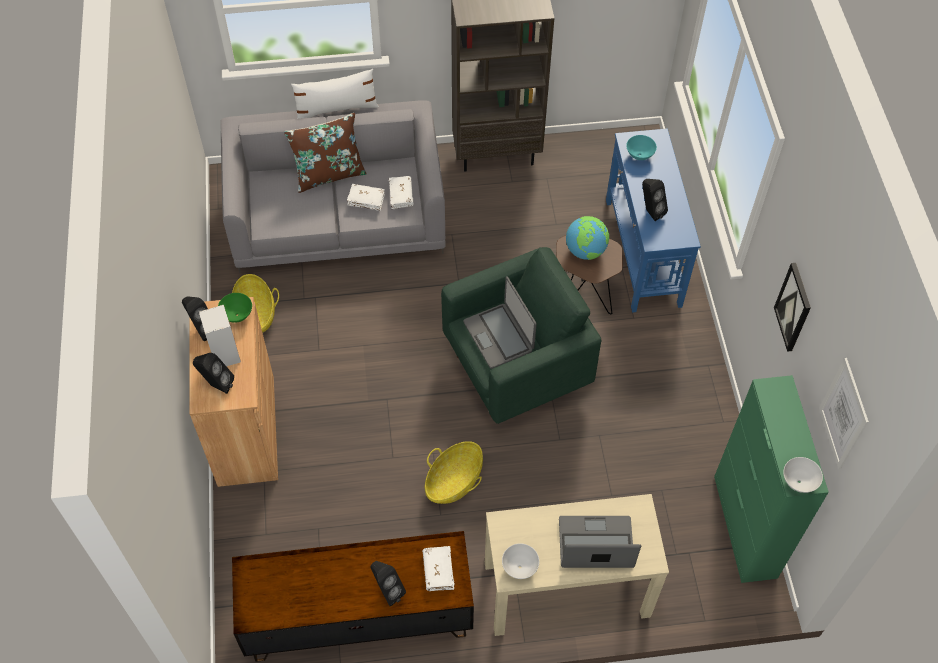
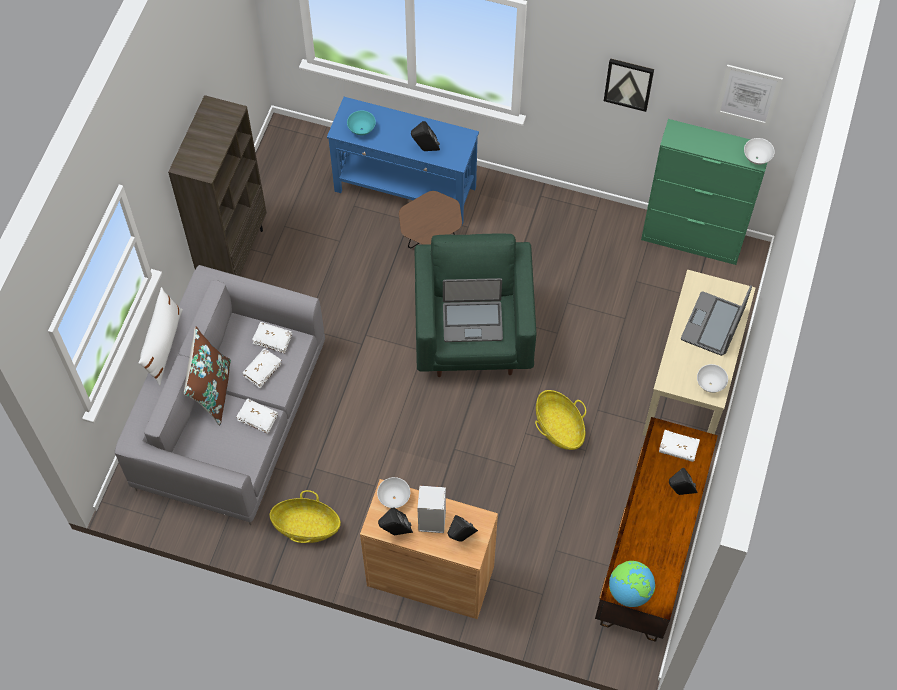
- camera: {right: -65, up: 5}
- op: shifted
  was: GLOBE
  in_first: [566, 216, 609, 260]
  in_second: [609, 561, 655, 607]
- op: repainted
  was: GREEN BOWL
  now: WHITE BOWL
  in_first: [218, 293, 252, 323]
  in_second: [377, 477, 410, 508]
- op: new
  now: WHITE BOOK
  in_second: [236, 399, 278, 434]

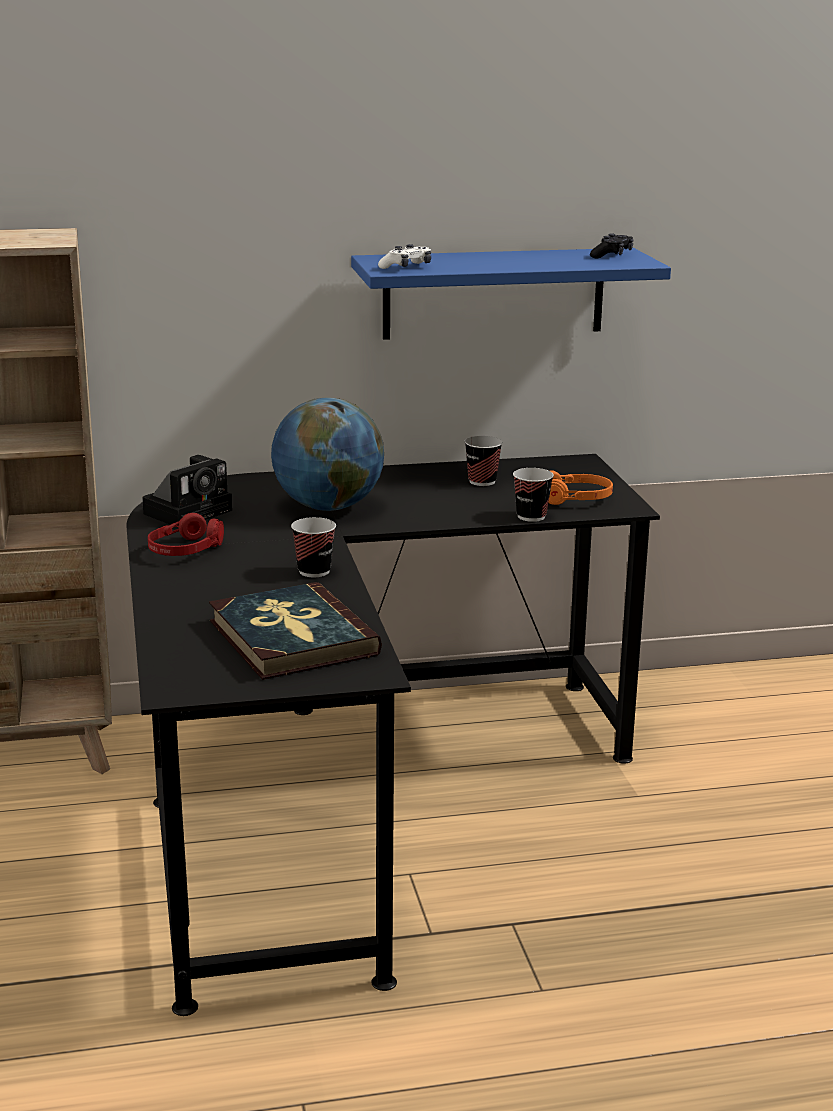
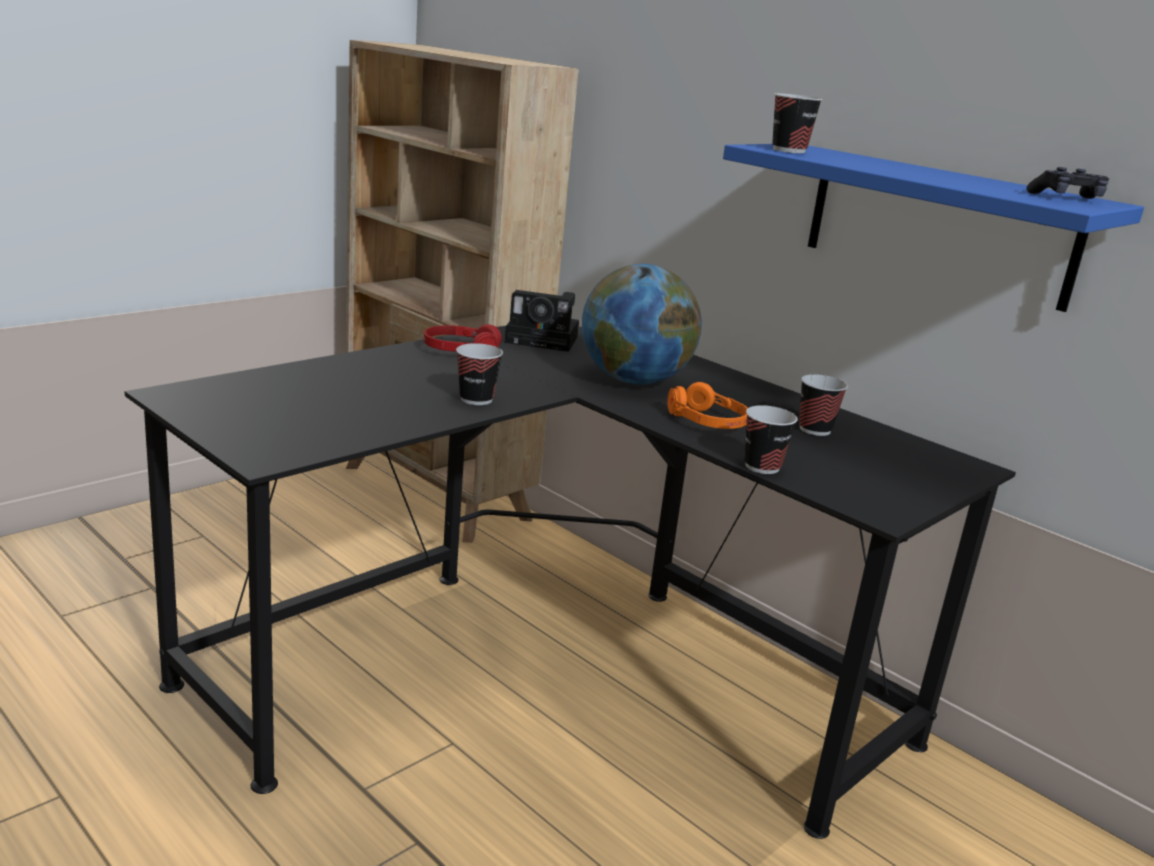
- camera: {right: 55, up: 0}
- op: swapped
  was: WHITE GAME CONTROLLER
  now: CUP
  in_first: [378, 244, 431, 269]
  in_second: [772, 93, 822, 153]
- op: shifted
  was: ORANGE HEADPHONES
  in_first: [548, 470, 613, 505]
  in_second: [667, 382, 748, 429]
- op: gone
  was: BOOK
  in_first: [209, 582, 382, 680]

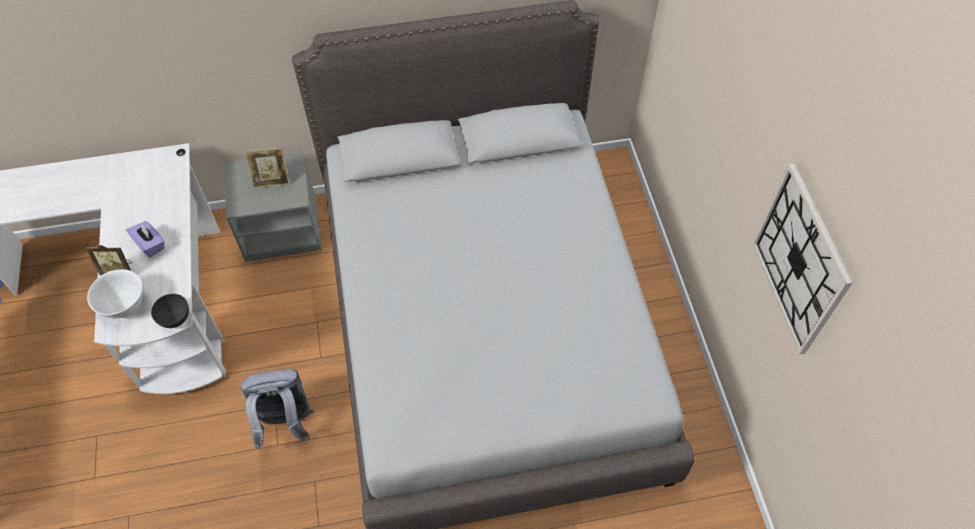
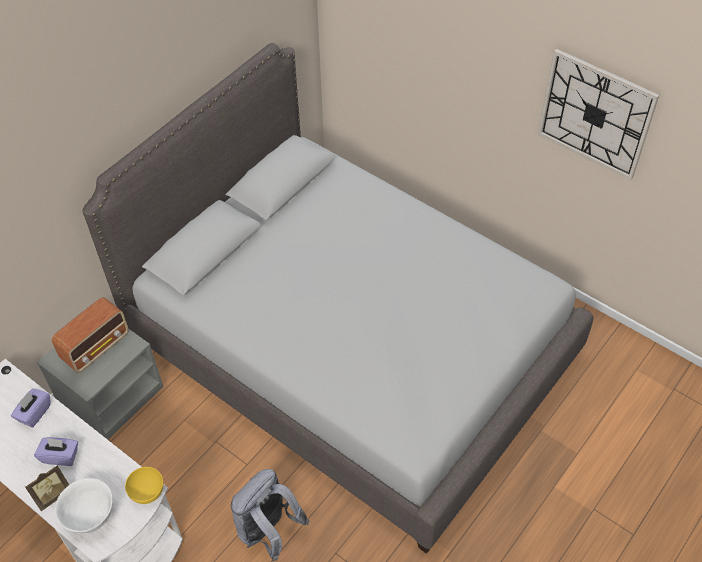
- camera: {right: -40, up: -5}
- op: swapped
  was: PICTURE FRAME
  now: RADIO
  in_first: [244, 147, 290, 188]
  in_second: [52, 297, 129, 373]
- op: repainted
  was: GREY BOWL
  now: YELLOW BOWL
  in_first: [151, 294, 189, 328]
  in_second: [125, 467, 163, 504]
- op: new
  now: PURPLE TISSUE BOX
  in_second: [11, 388, 51, 428]

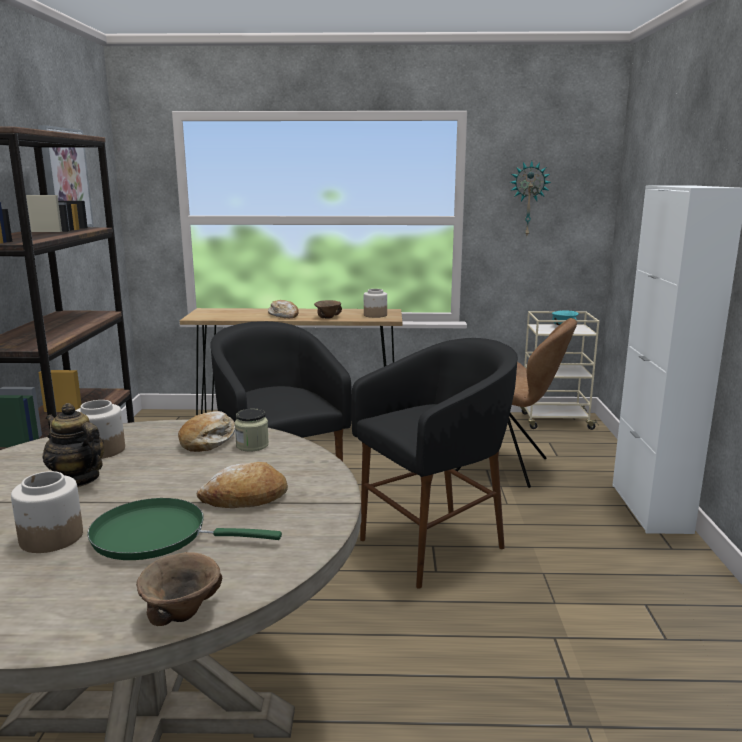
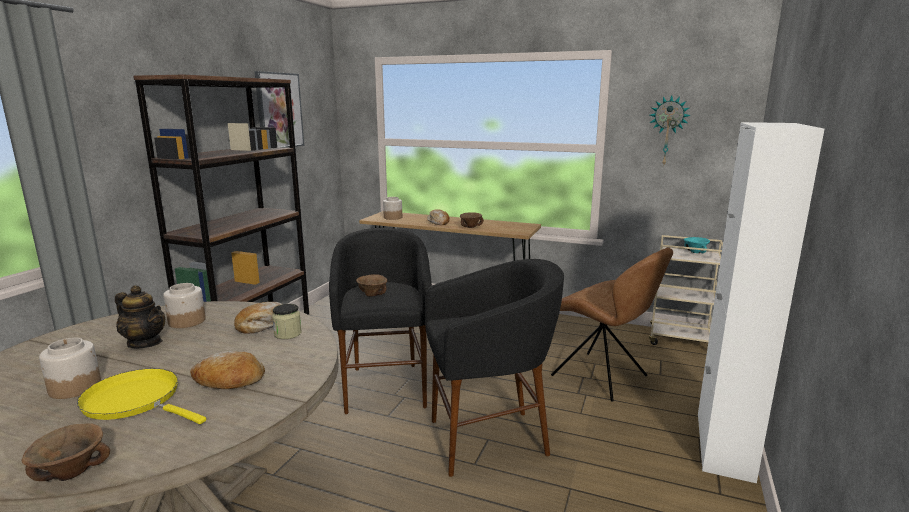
- camera: {right: 20, up: 0}
- op: shifted
  was: JAR
  in_first: [364, 289, 387, 318]
  in_second: [383, 197, 402, 220]
- op: rotated
  was: TEAPOT
  in_first: [43, 403, 104, 487]
  in_second: [115, 285, 165, 348]
  clockwise: 150
- op: repainted
  was: GREEN FRYING PAN
  now: YELLOW FRYING PAN
  in_first: [87, 498, 282, 560]
  in_second: [77, 369, 206, 424]
- op: new
  now: BROWN BOWL
  in_second: [356, 274, 387, 297]

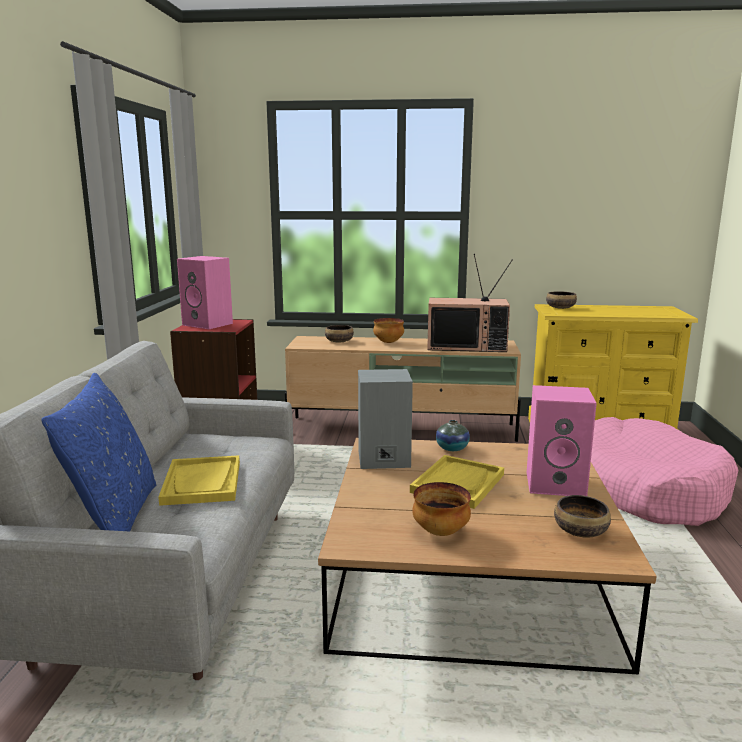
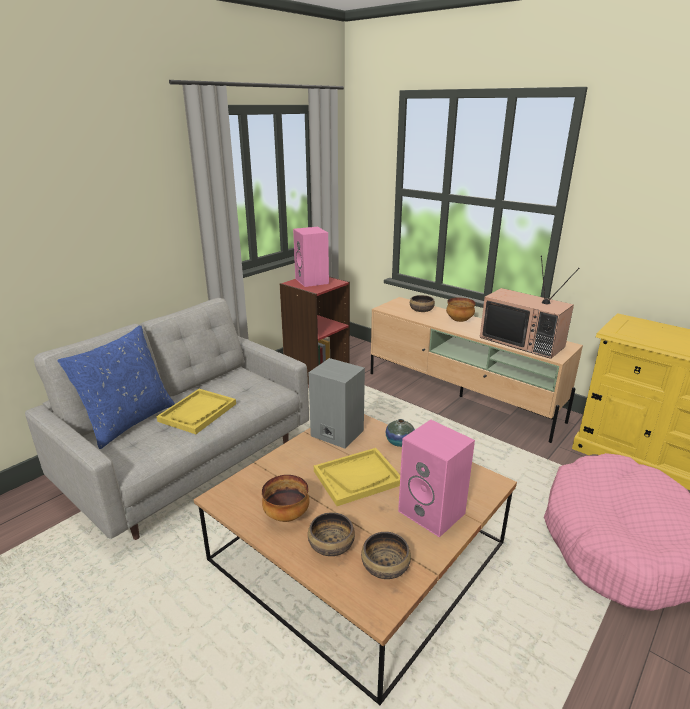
- camera: {right: 35, up: 10}
- op: shifted
  was: BOWL
  in_first: [546, 291, 577, 309]
  in_second: [308, 513, 355, 556]

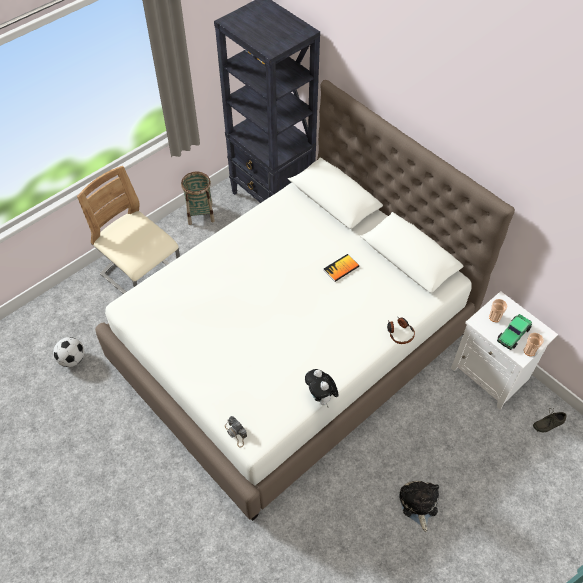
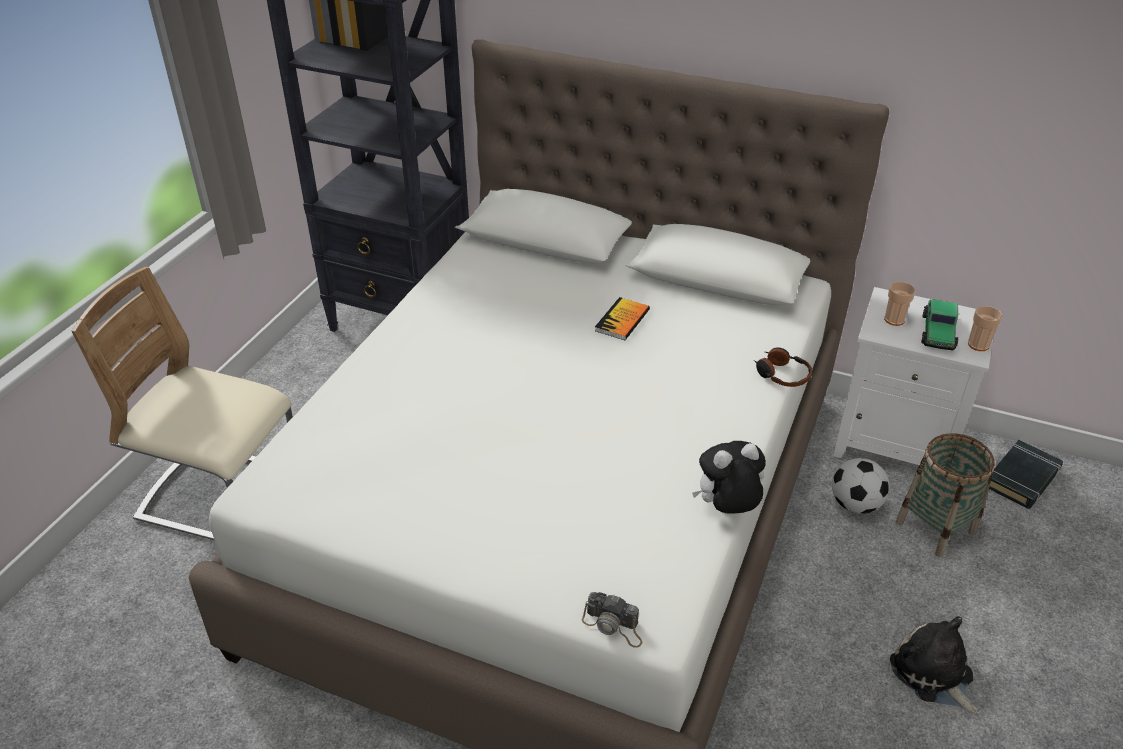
- camera: {right: -25, up: -15}
- op: shifted
  was: BASKET
  in_first: [181, 172, 215, 225]
  in_second: [896, 433, 995, 557]
- op: shifted
  was: FOOTBALL
  in_first: [53, 337, 84, 367]
  in_second: [832, 458, 890, 514]
- op: rotated
  was: PLUSH TOY
  in_first: [305, 369, 339, 407]
  in_second: [692, 441, 766, 514]
  clockwise: 120
- op: swapped
  was: GREY SHOE
  now: BLACK BOOK
  in_first: [533, 408, 566, 432]
  in_second: [989, 440, 1063, 509]

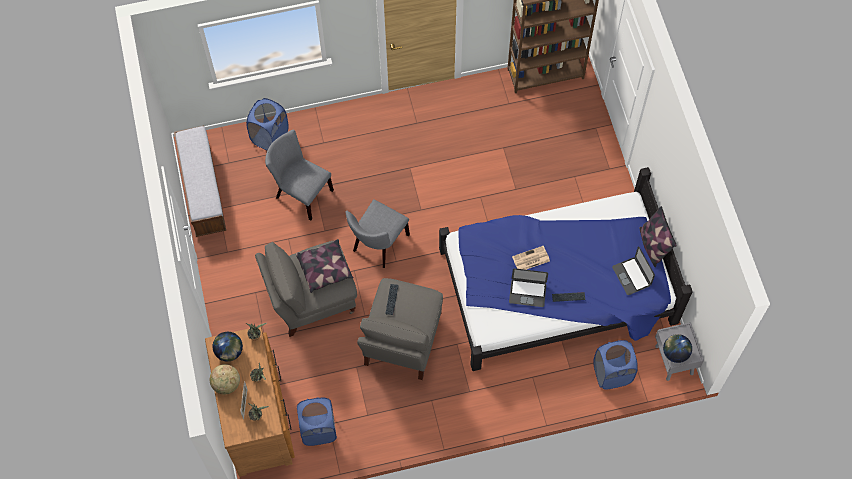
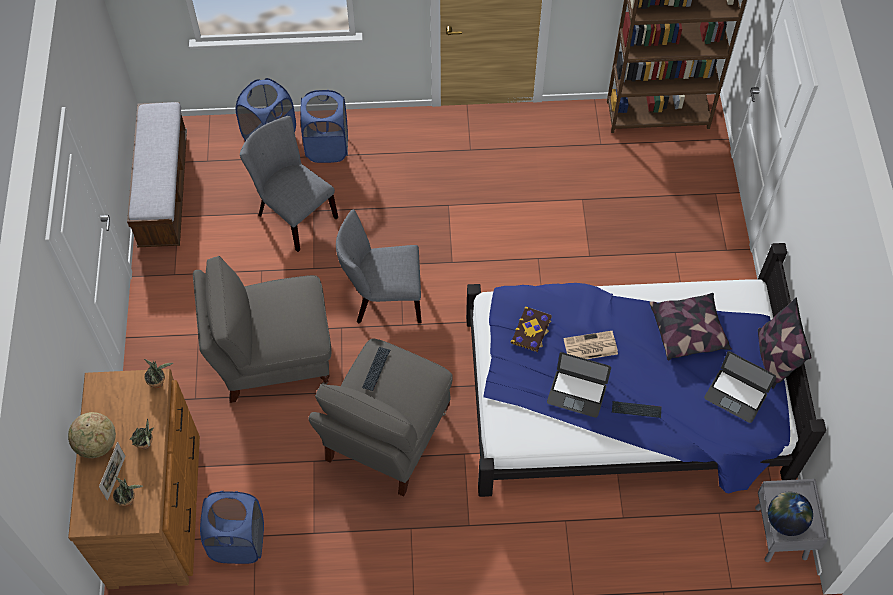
- camera: {right: 10, up: -5}
- op: rotated
  was: GREY CHAIR
  in_first: [346, 199, 410, 268]
  in_second: [336, 209, 422, 324]
  clockwise: 45
- op: shifted
  was: PILLOW
  in_first: [295, 239, 353, 293]
  in_second: [650, 293, 732, 361]
- op: rotated
  was: LAPTOP
  in_first: [612, 246, 655, 295]
  in_second: [704, 351, 776, 423]
  clockwise: -45
- op: gone
  was: GLOBE
  in_first: [212, 332, 243, 362]
- op: shifted
  was: BLUE LAUNDRY BASKET
  in_first: [594, 340, 638, 390]
  in_second: [300, 90, 348, 163]
- op: new
  now: BOOK
  in_second: [511, 307, 552, 352]

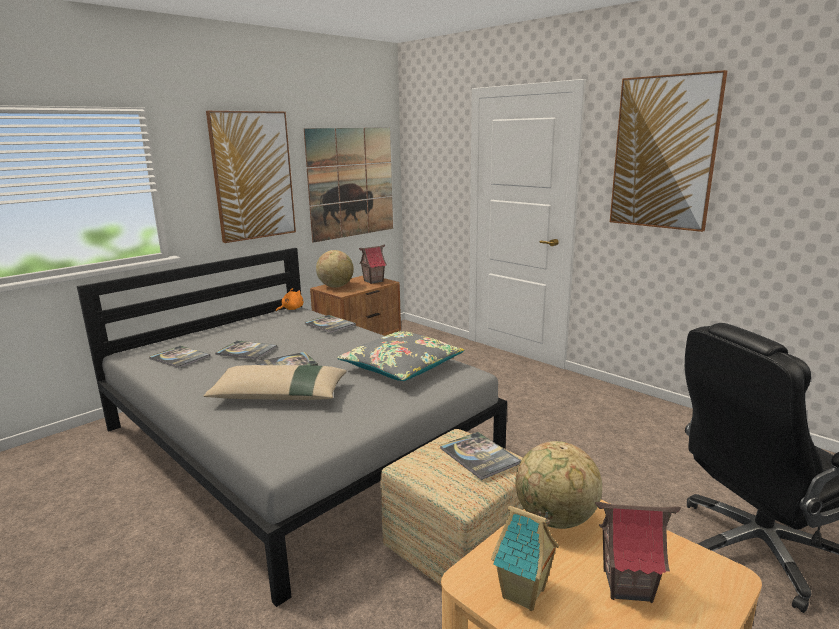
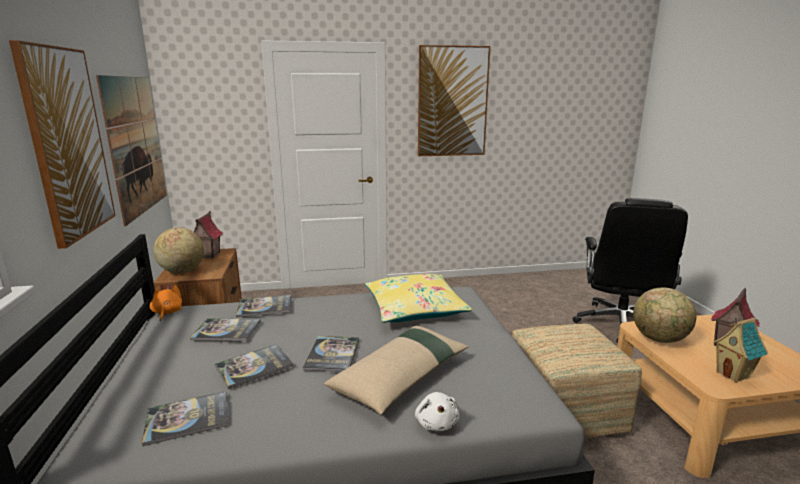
- camera: {right: -55, up: 0}
- op: repainted
  was: GREY PILLOW
  now: YELLOW PILLOW
  in_first: [337, 331, 464, 381]
  in_second: [365, 274, 472, 323]
- op: shifted
  was: BOOK
  in_first: [440, 432, 521, 480]
  in_second: [190, 318, 261, 341]
- op: new
  now: WHITE PLUSH TOY
  in_second: [415, 392, 459, 431]

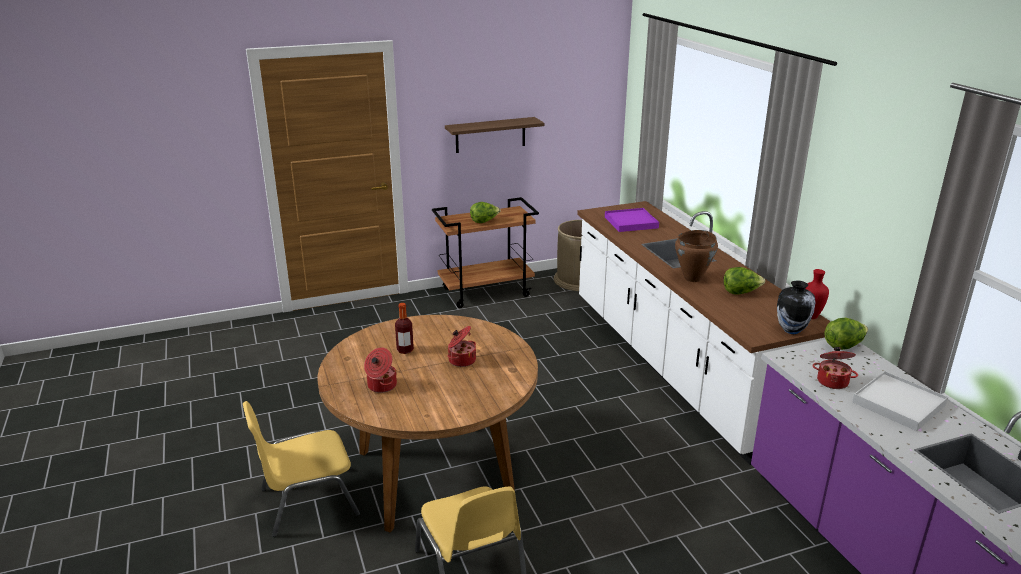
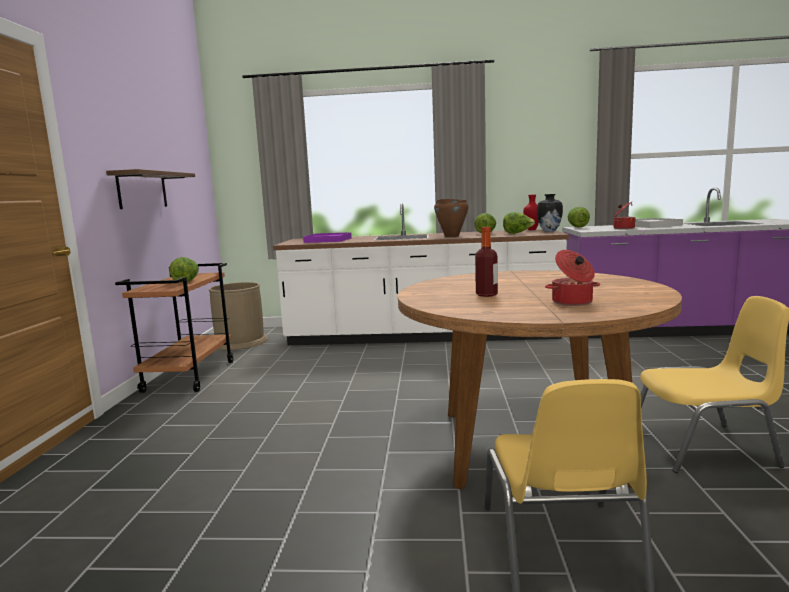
- camera: {right: -65, up: -15}
- op: gone
  was: COOKING POT
  in_first: [448, 326, 476, 367]
- op: new
  now: LETTUCE
  in_second: [503, 212, 535, 234]

